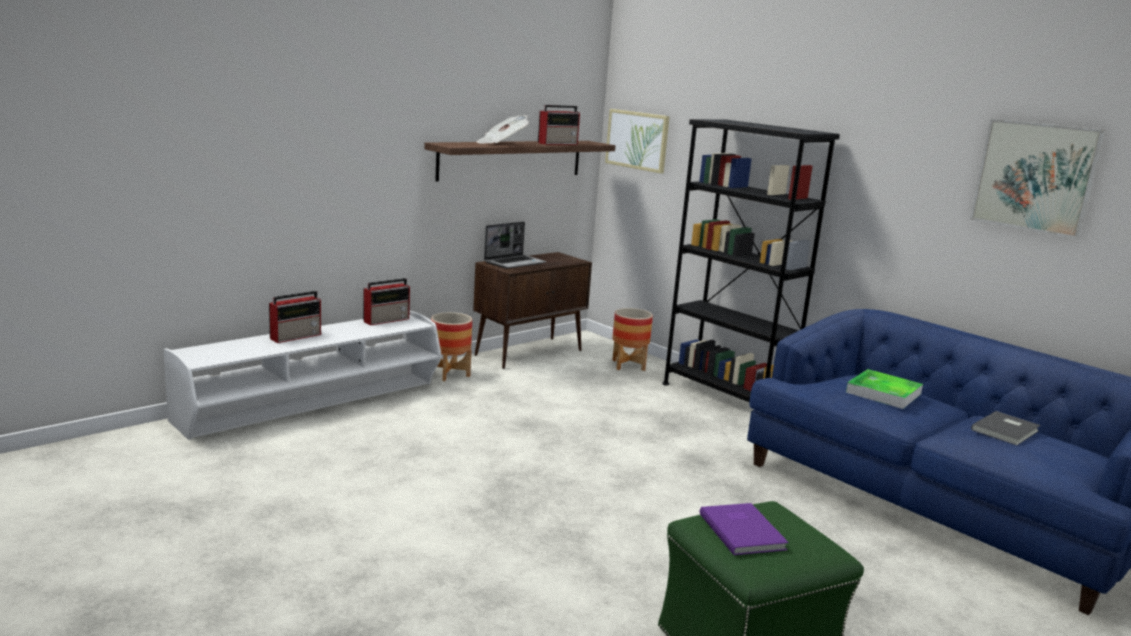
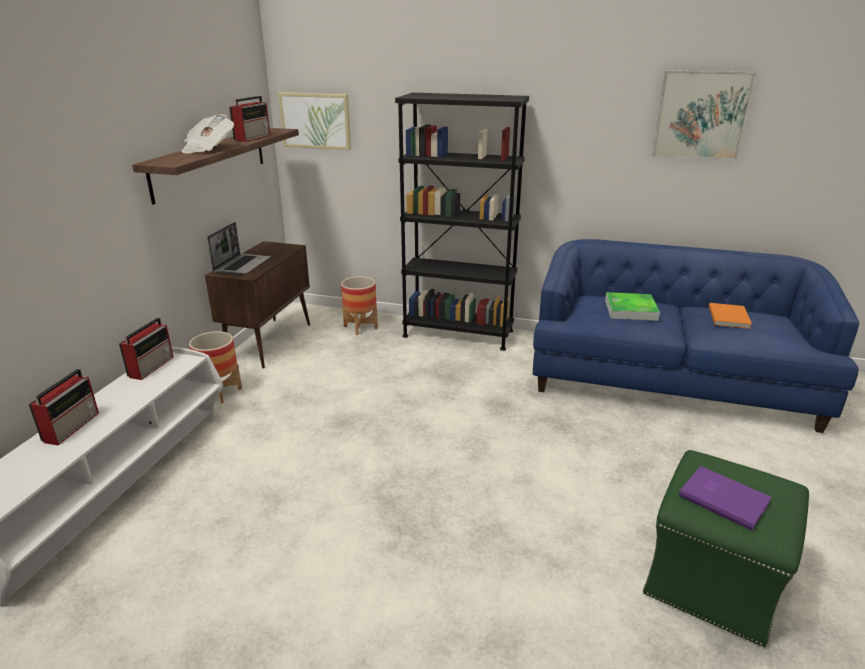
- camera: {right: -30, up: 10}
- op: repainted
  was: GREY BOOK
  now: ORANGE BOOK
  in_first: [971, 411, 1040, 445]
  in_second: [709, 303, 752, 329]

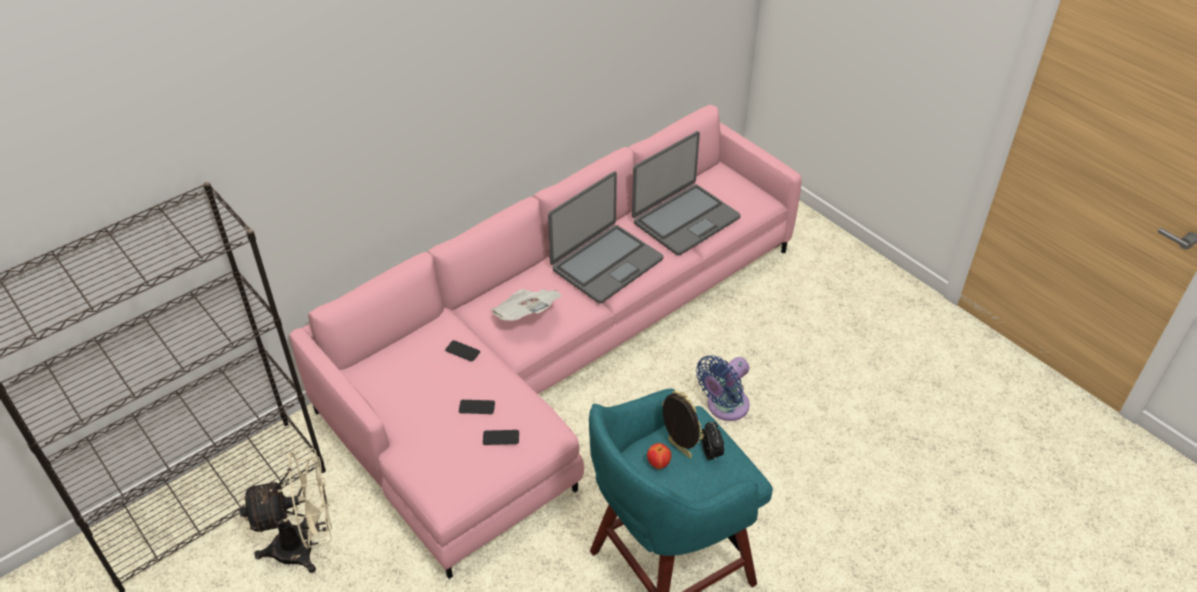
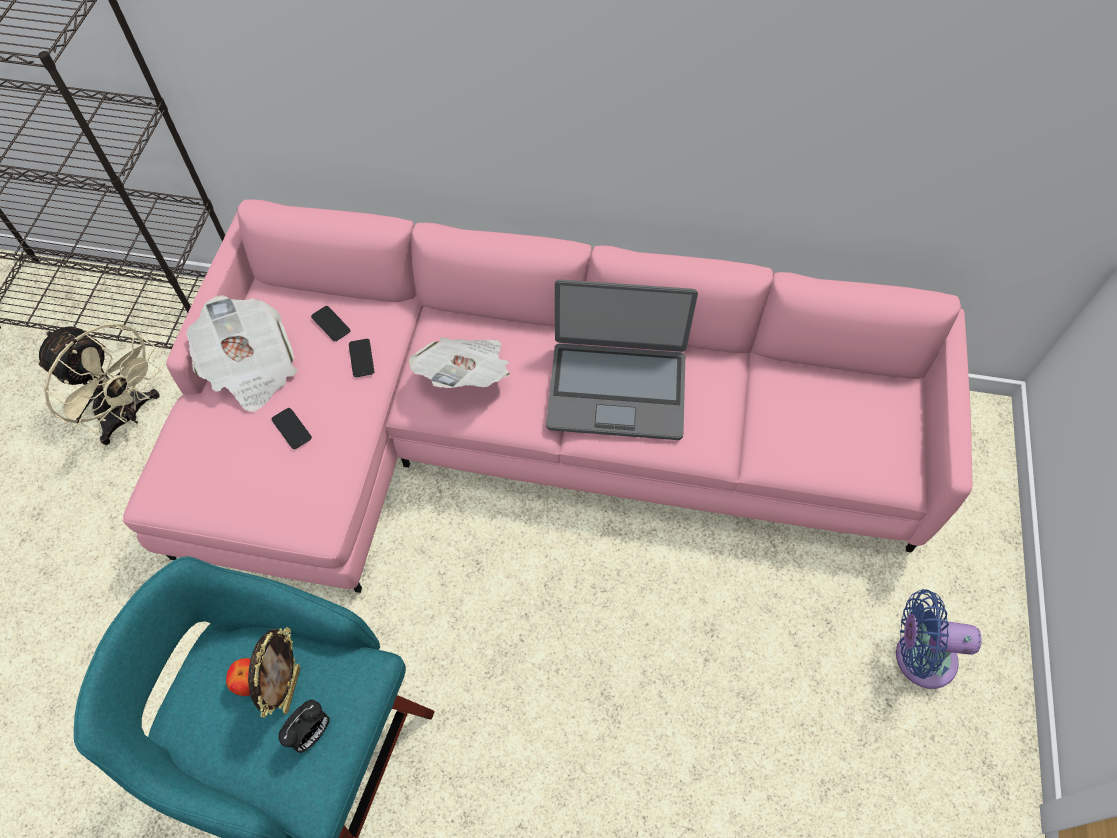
- camera: {right: 50, up: 15}
- op: gone
  was: LAPTOP
  in_first: [632, 131, 741, 256]
- op: shifted
  was: BLUE FAN
  in_first: [696, 355, 750, 421]
  in_second: [896, 589, 982, 689]
- op: shifted
  was: PHONE
  in_first: [483, 430, 519, 445]
  in_second: [311, 306, 351, 341]
- op: new
  now: NEWSPAPER
  in_second: [186, 295, 297, 411]

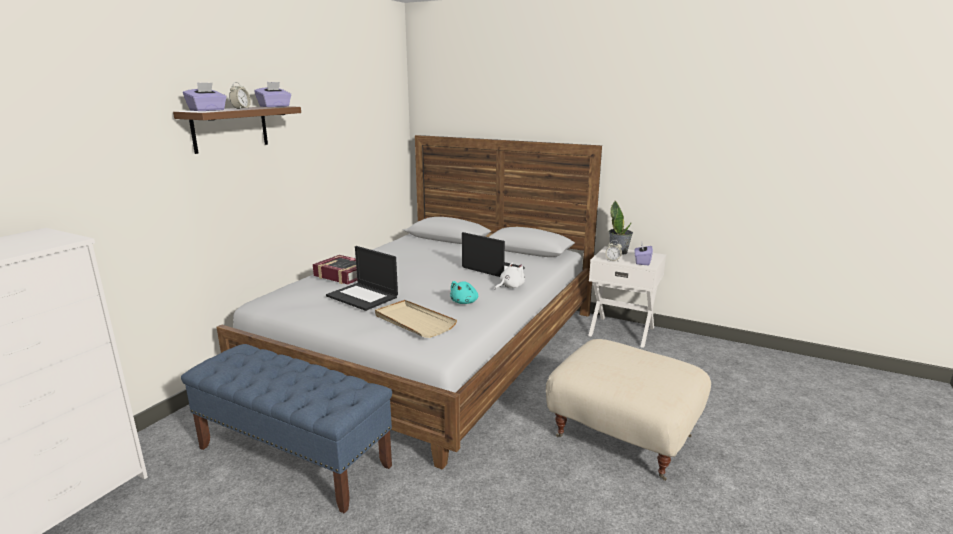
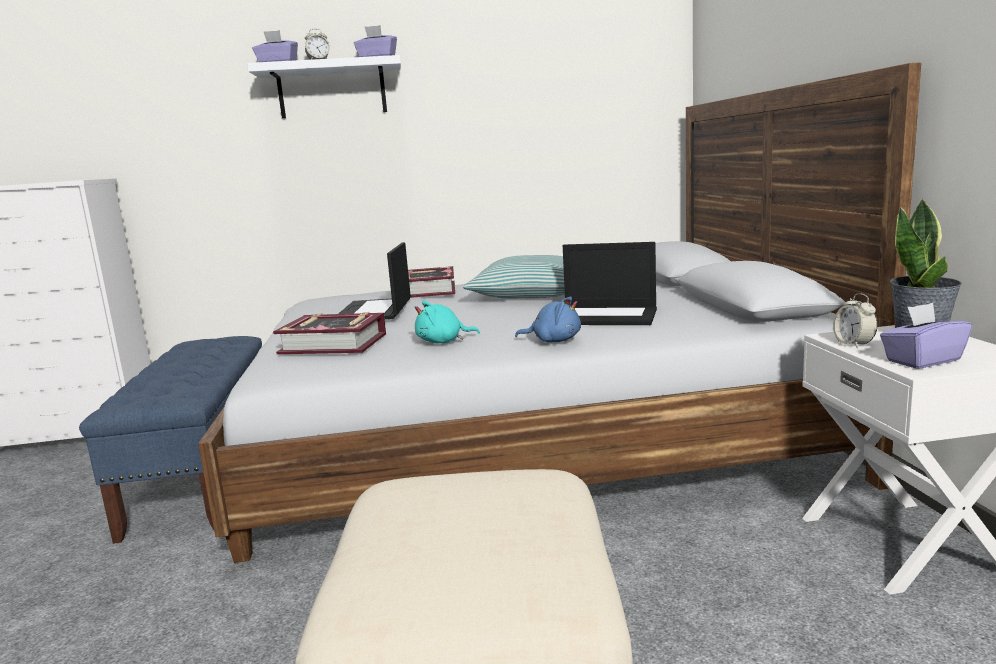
- camera: {right: 55, up: -5}
- op: repainted
  was: BROWN SHELF
  now: WHITE SHELF
  in_first: [173, 106, 301, 154]
  in_second: [247, 55, 401, 118]
- op: rotated
  was: LAPTOP
  in_first: [462, 232, 525, 277]
  in_second: [563, 242, 657, 325]
  clockwise: 105
- op: repainted
  was: WHITE PLUSH TOY
  now: BLUE PLUSH TOY
  in_first: [495, 262, 525, 290]
  in_second: [515, 296, 581, 342]
- op: swapped
  was: BEIGE TRAY
  now: BOOK
  in_first: [375, 300, 457, 338]
  in_second: [273, 312, 386, 354]
- op: new
  now: PILLOW
  in_second: [463, 255, 565, 298]

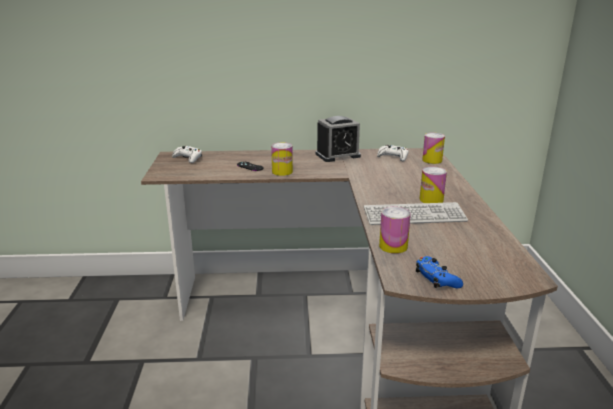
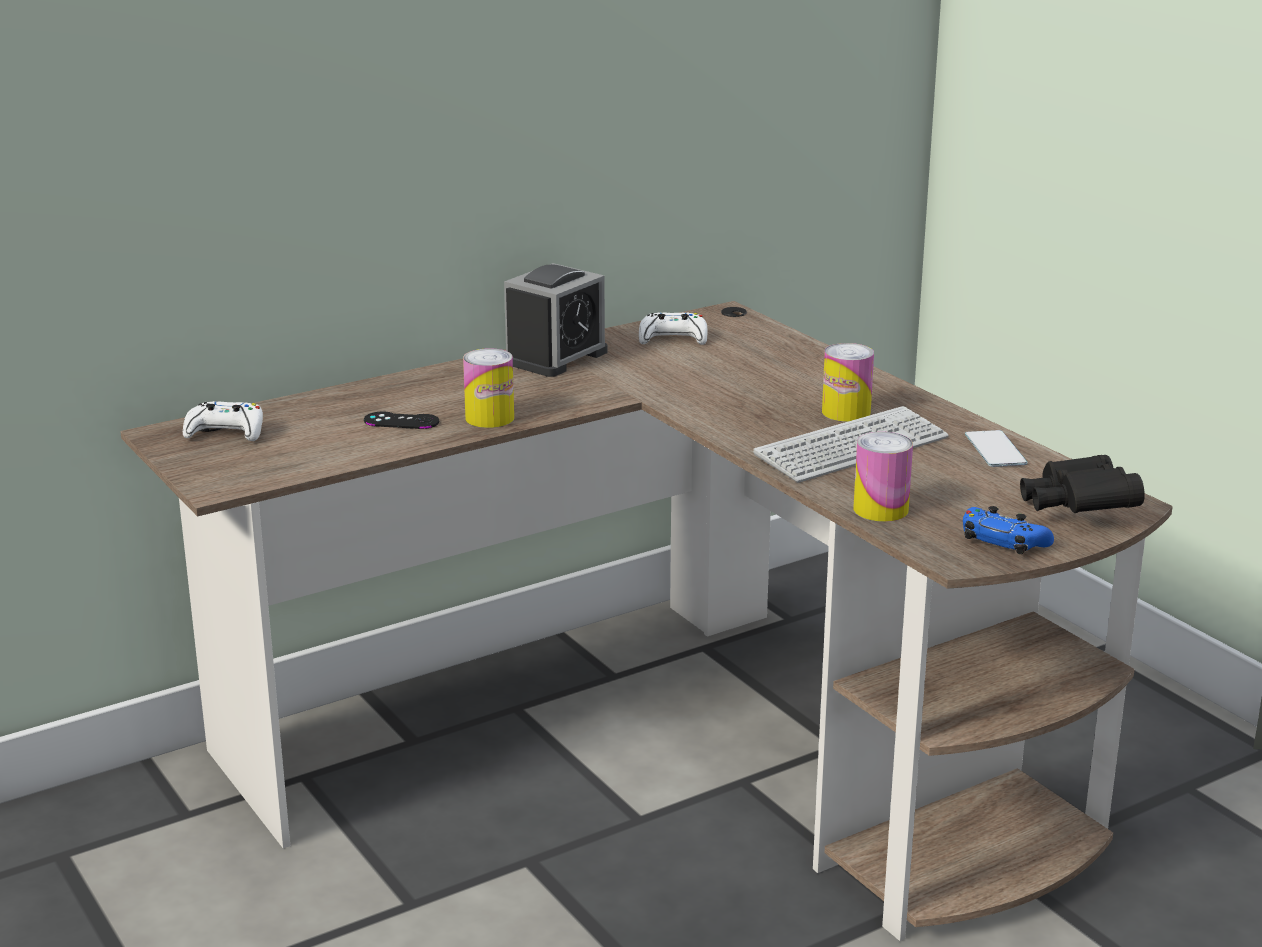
- camera: {right: -30, up: 0}
- op: gone
  was: CAN
  in_first: [422, 133, 445, 164]
- op: new
  now: PHONE
  in_second: [965, 430, 1028, 467]
- op: new
  now: BLACK BINOCULARS
  in_second: [1020, 455, 1145, 513]

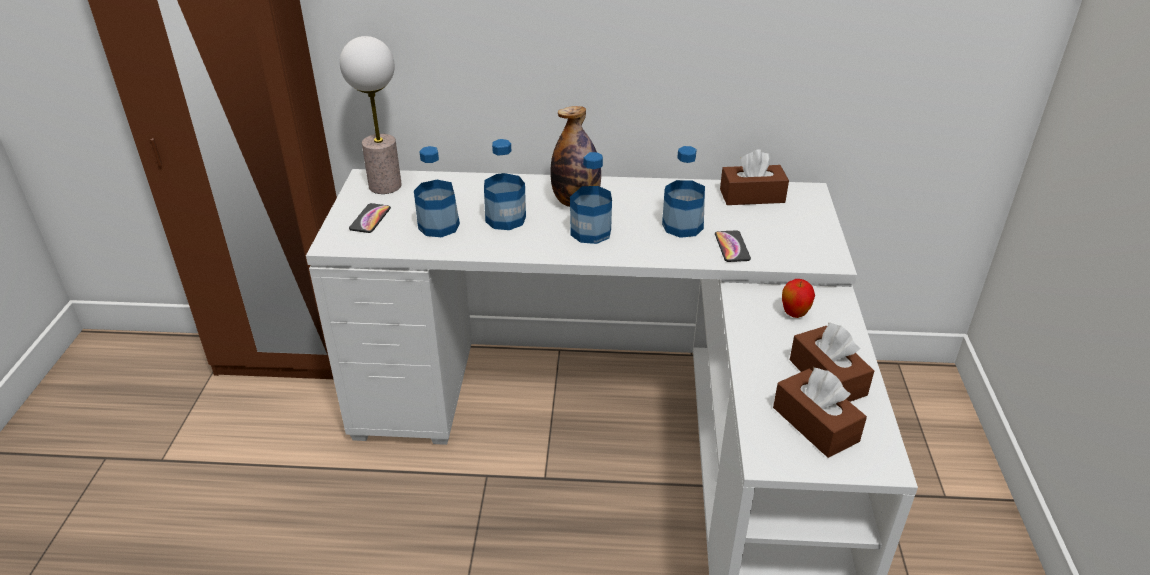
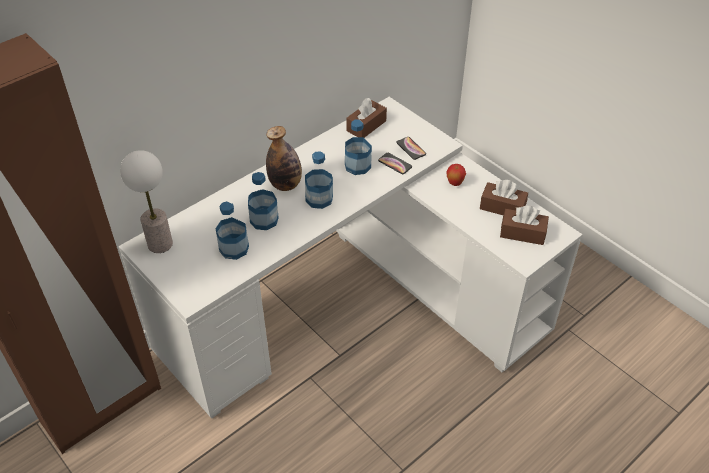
- camera: {right: -45, up: 10}
- op: shifted
  was: PHONE
  in_first: [349, 203, 391, 233]
  in_second: [396, 137, 426, 160]

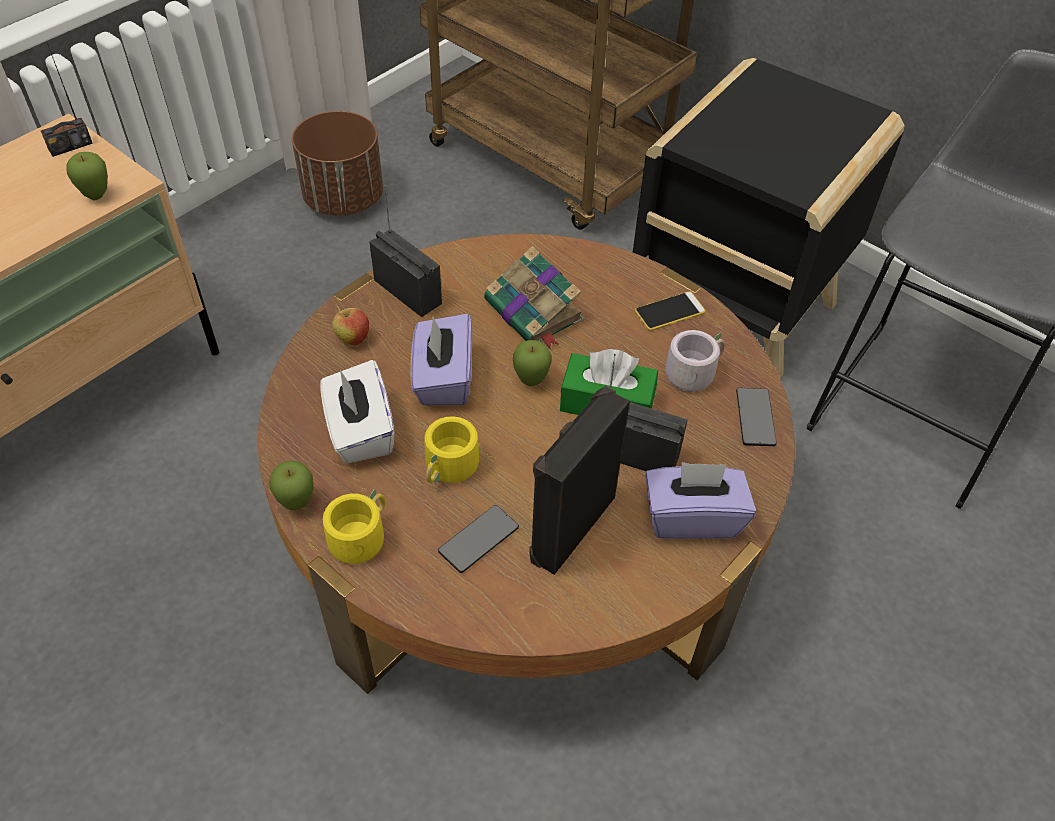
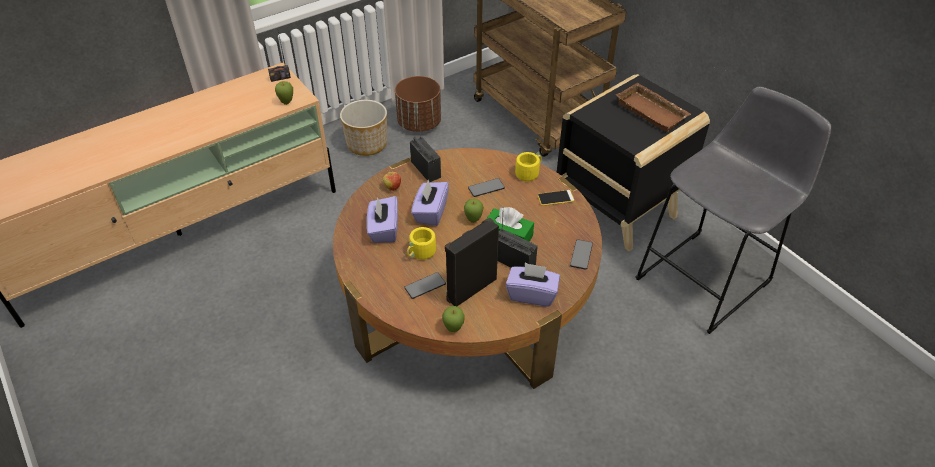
- camera: {right: 15, up: -5}
- op: swapped
  was: BOOK
  now: PHONE
  in_first: [484, 246, 584, 349]
  in_second: [468, 178, 505, 197]
- op: gone
  was: GREY MUG
  in_first: [651, 330, 725, 392]
- op: repainted
  was: WHITE TISSUE BOX
  now: PURPLE TISSUE BOX
  in_first: [320, 360, 394, 463]
  in_second: [367, 196, 398, 243]
- op: shifted
  was: APPLE
  in_first: [269, 460, 314, 510]
  in_second: [442, 306, 465, 332]
- op: shifted
  was: YELLOW MUG
  in_first: [311, 489, 385, 564]
  in_second: [515, 152, 542, 181]
- op: new
  now: BROWN TRAY
  in_second: [616, 82, 691, 133]
- op: new
  now: PLANTER
  in_second: [340, 100, 387, 156]

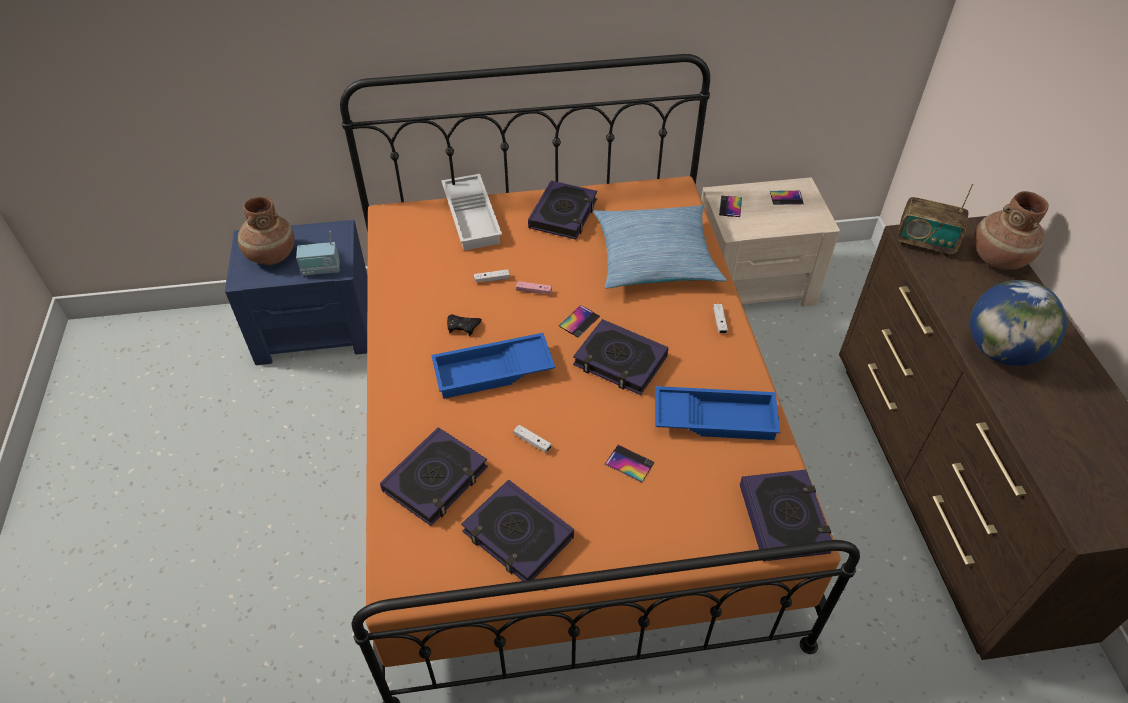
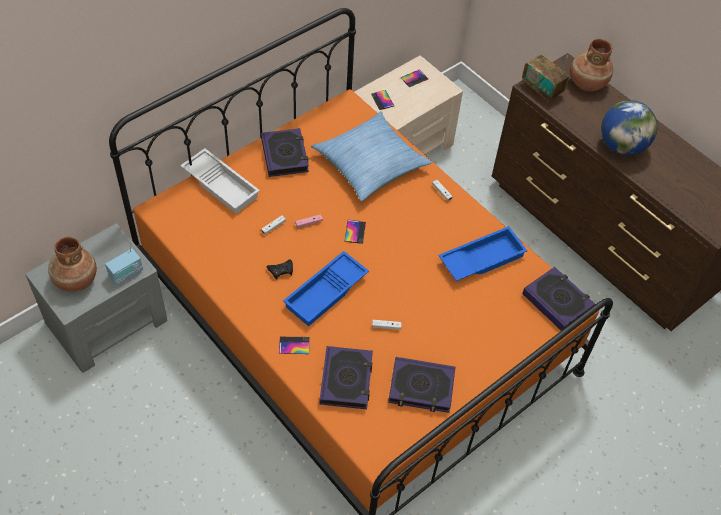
- camera: {right: -35, up: 5}
- op: rotated
  was: RADIO
  in_first: [897, 183, 973, 257]
  in_second: [522, 55, 569, 102]
  clockwise: 60
- op: repainted
  was: BLUE NIGHTSTAND
  now: GREY NIGHTSTAND
  in_first: [225, 220, 368, 365]
  in_second: [25, 223, 168, 373]
- op: gone
  was: BOOK
  in_first: [573, 319, 668, 395]
- op: shifted
  was: PHONE
  in_first: [605, 445, 655, 482]
  in_second: [279, 337, 309, 354]

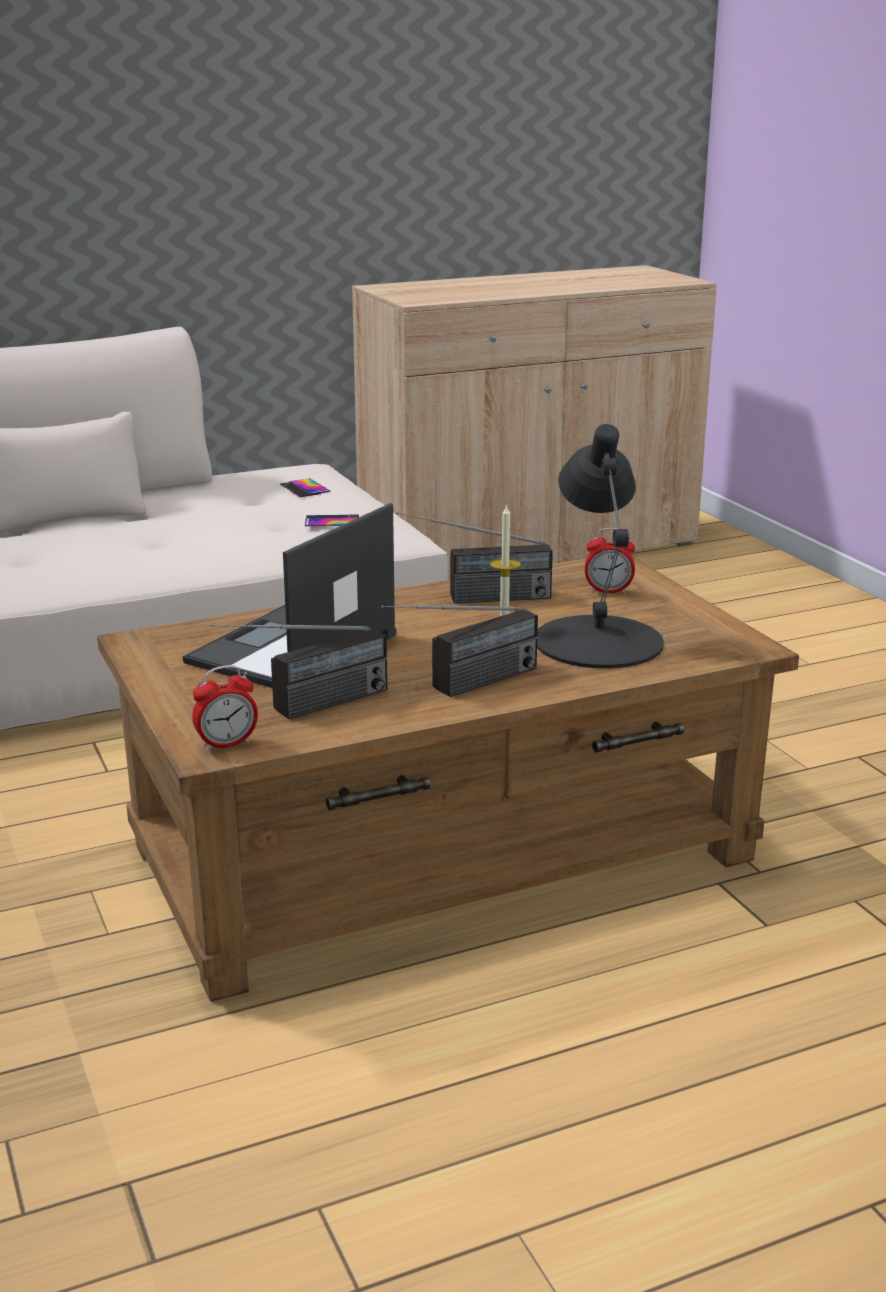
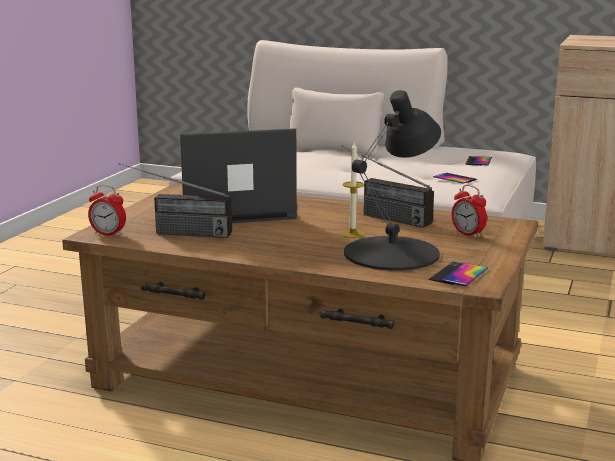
- camera: {right: 45, up: -5}
- op: gone
  was: RADIO
  in_first: [381, 605, 538, 697]
- op: new
  now: PHONE
  in_second: [429, 262, 488, 287]

